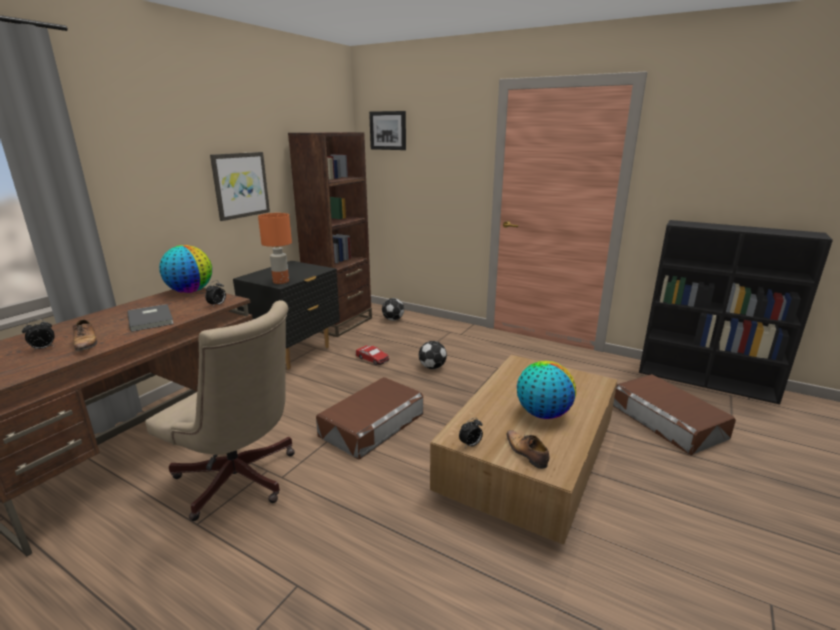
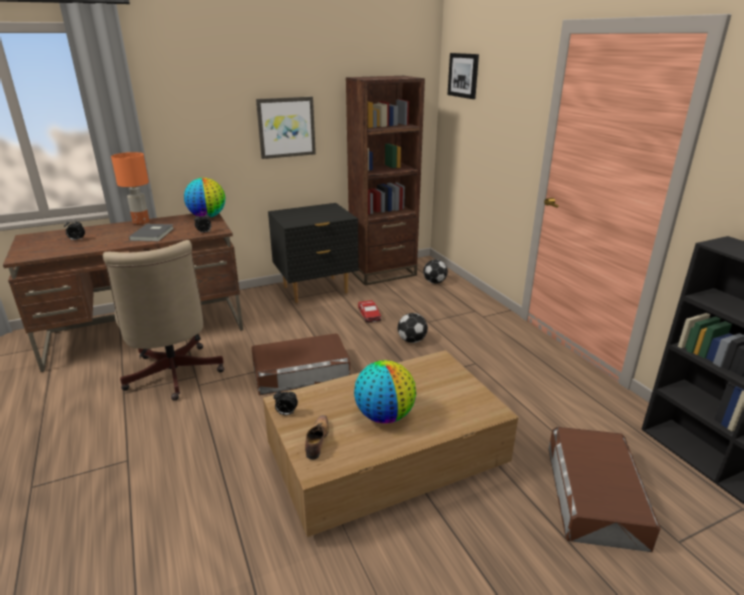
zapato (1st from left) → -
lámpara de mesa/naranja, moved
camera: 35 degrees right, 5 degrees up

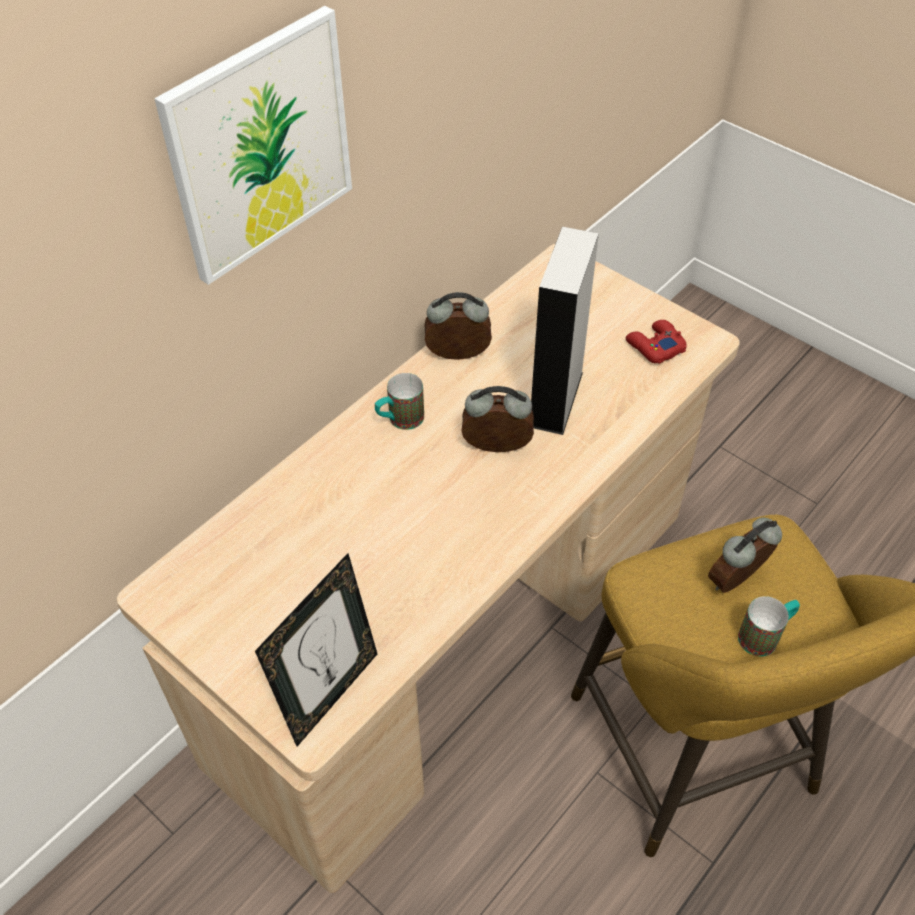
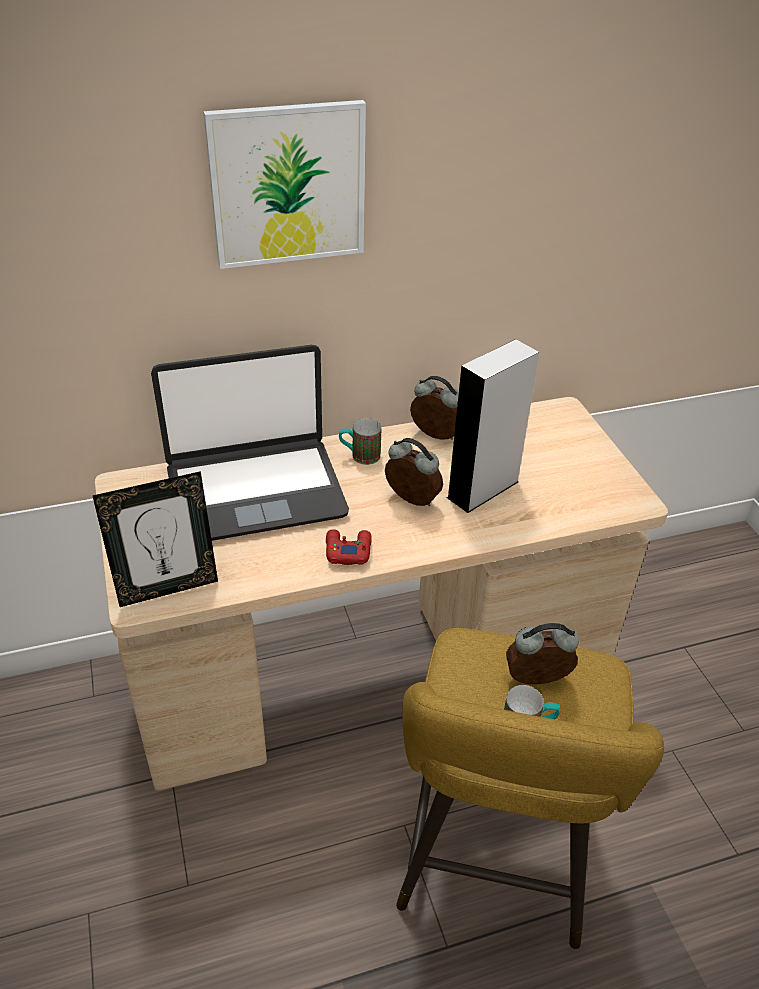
mando de consola/rojo, moved
- → portátil
camera: 30 degrees right, 10 degrees down

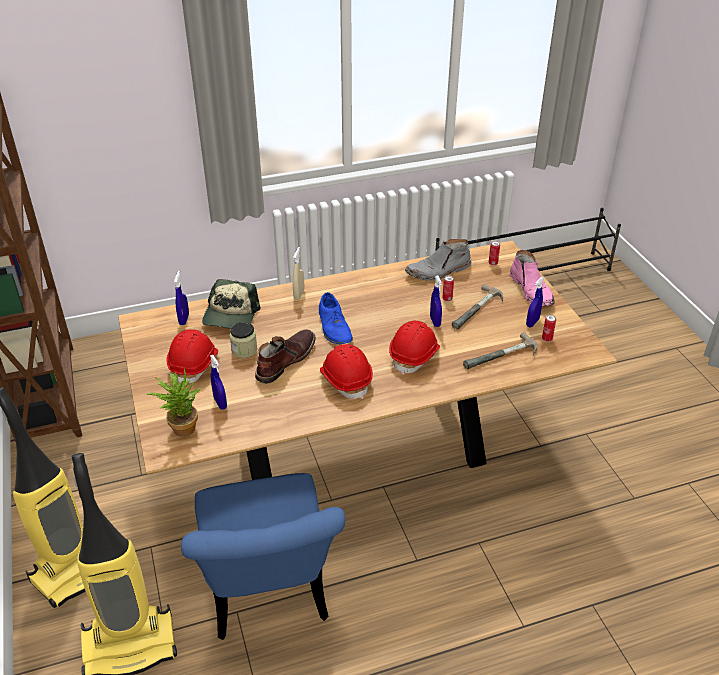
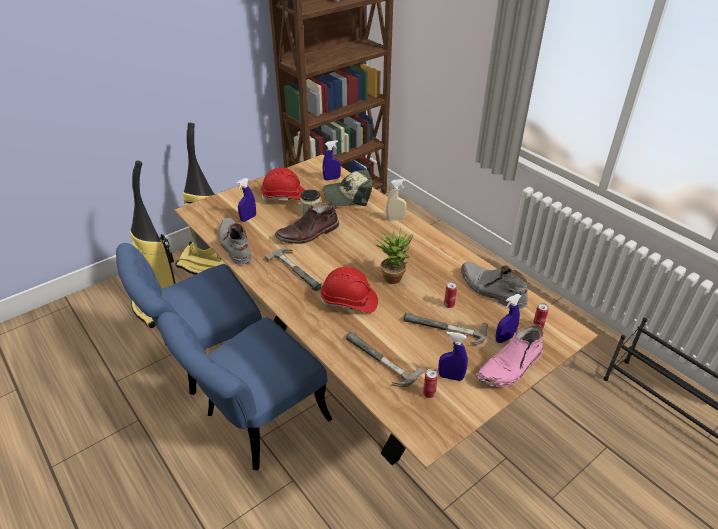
planta en maceta, moved
bota/marrón, 135 degrees clockwise
zapato/azul → -
casco/rojo (2nd from left) → martillo (1st from left)
pulverizador/azul (3rd from left in the first image) → pulverizador/azul (4th from left), moved
- → silla/azul (2nd from left)
- → bota/gris (1st from left)
camera: 70 degrees right, 0 degrees up

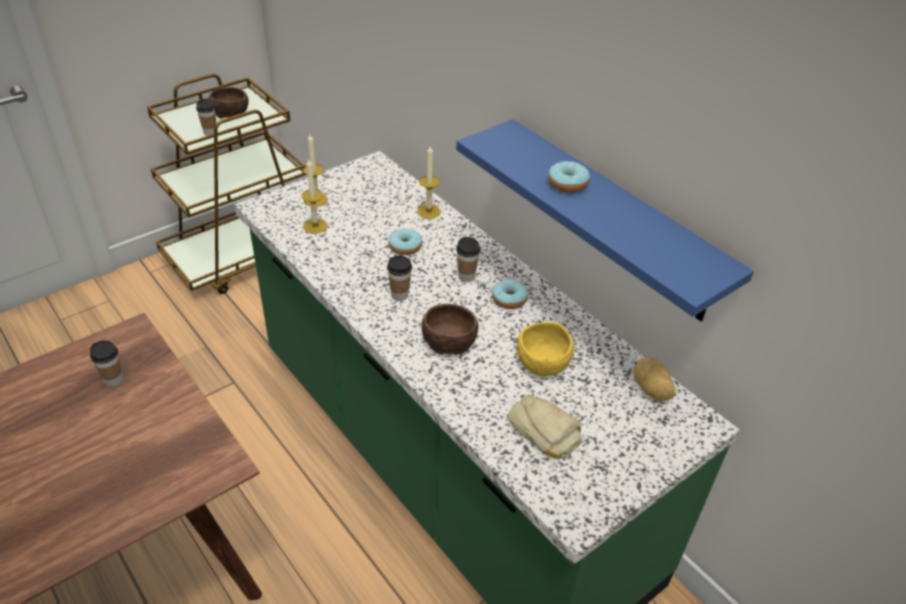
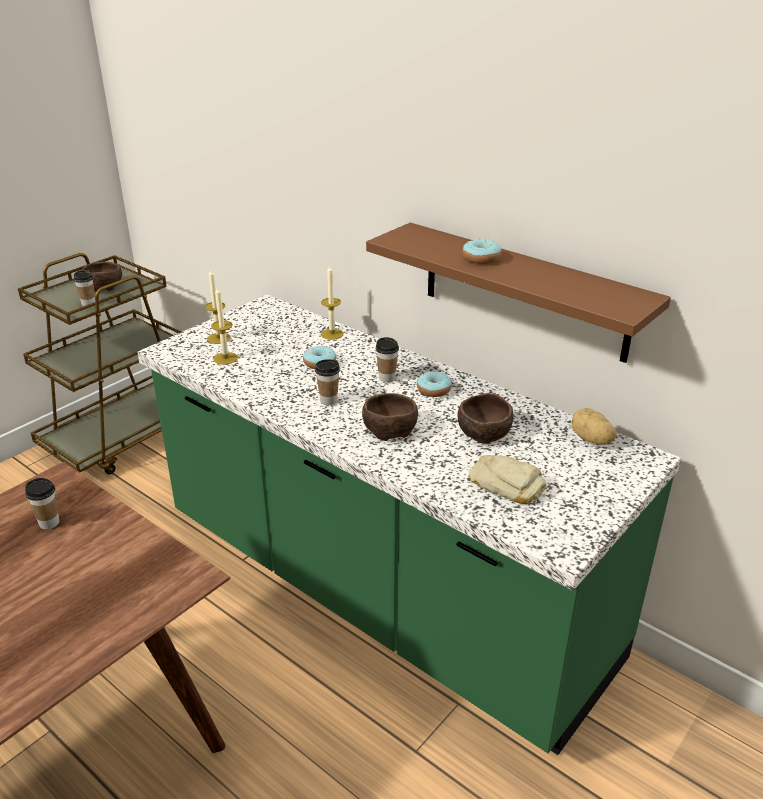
estante/azul → estante/marrón
cuenco/amarillo → cuenco/marrón (3rd from left)
camera: 10 degrees left, 10 degrees down

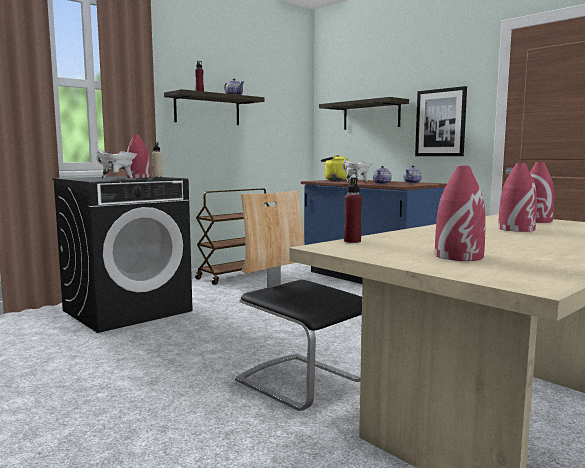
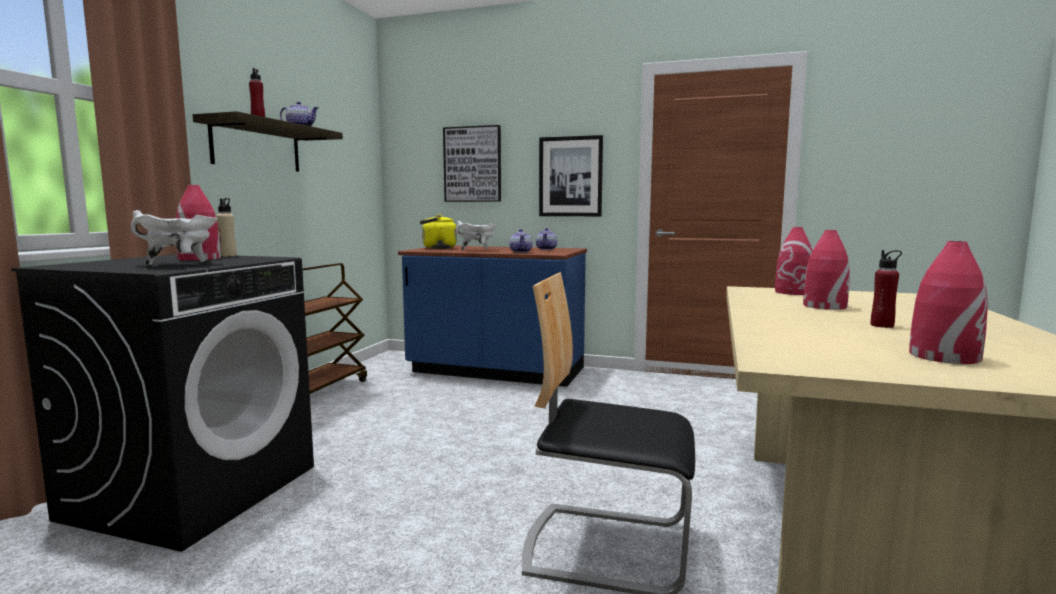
estante (2nd from left) → cuadro (1st from left)
botella/rojo (2nd from left), moved
camera: 30 degrees left, 0 degrees up

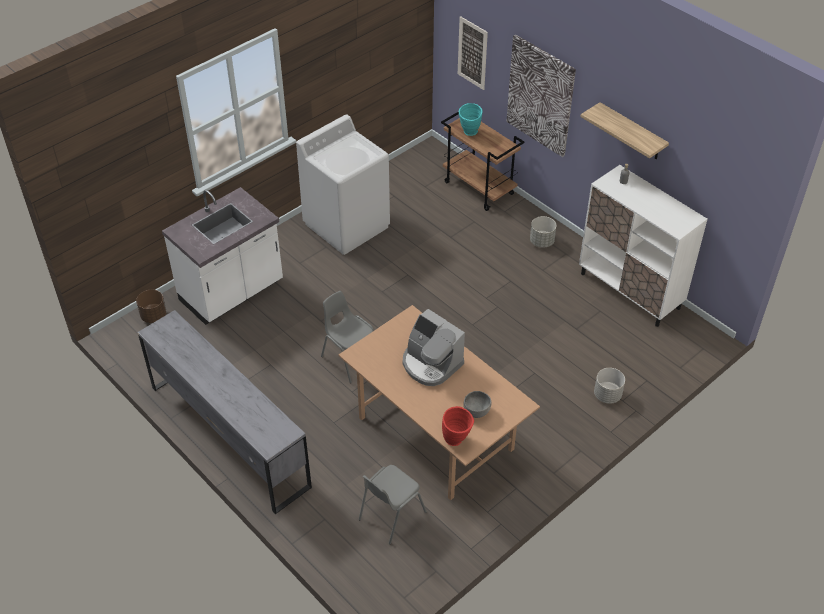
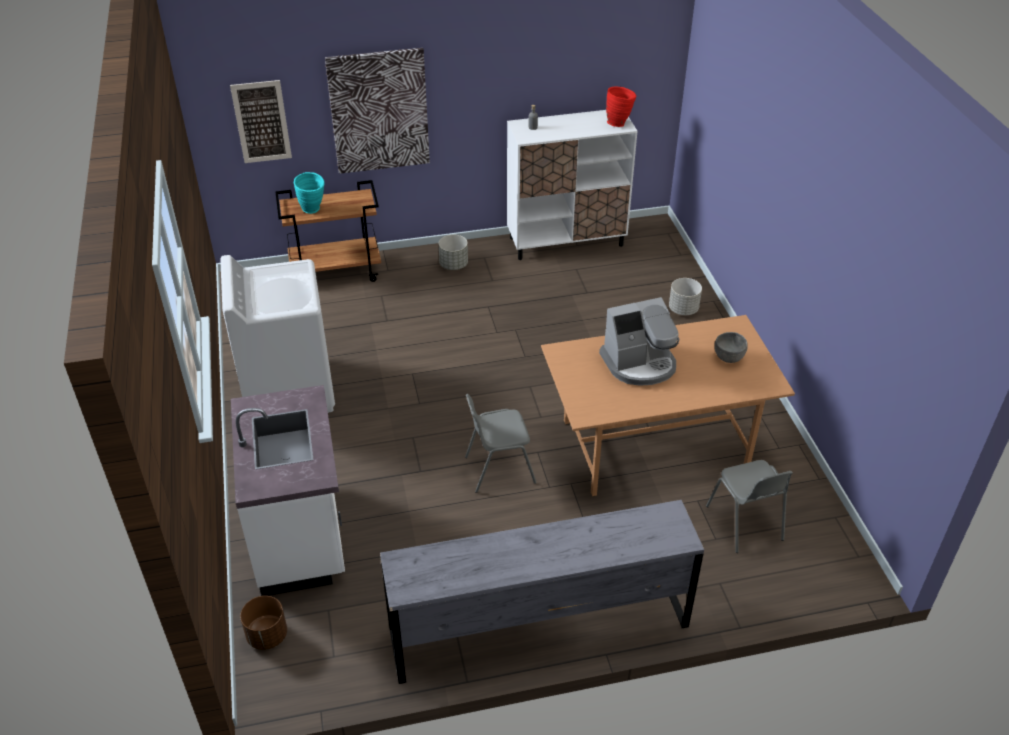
florero/rojo, moved
estante → -
camera: 60 degrees left, 5 degrees down

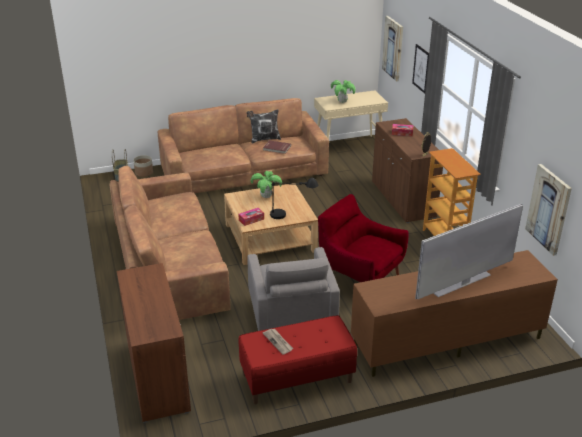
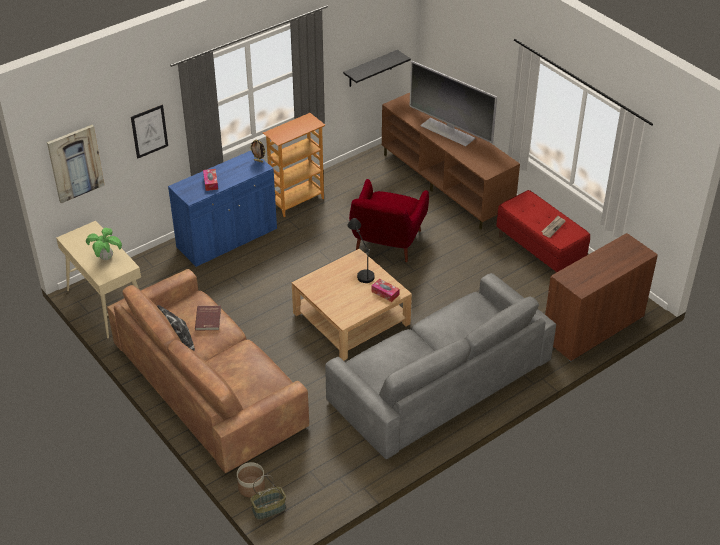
sofá/marrón (1st from left) → sofá/gris
sillón/gris → -
planta en maceta (1st from left) → -
armario/marrón (2nd from left) → armario/azul
cuadro (3rd from left) → estante/negro
camera: 110 degrees left, 10 degrees up

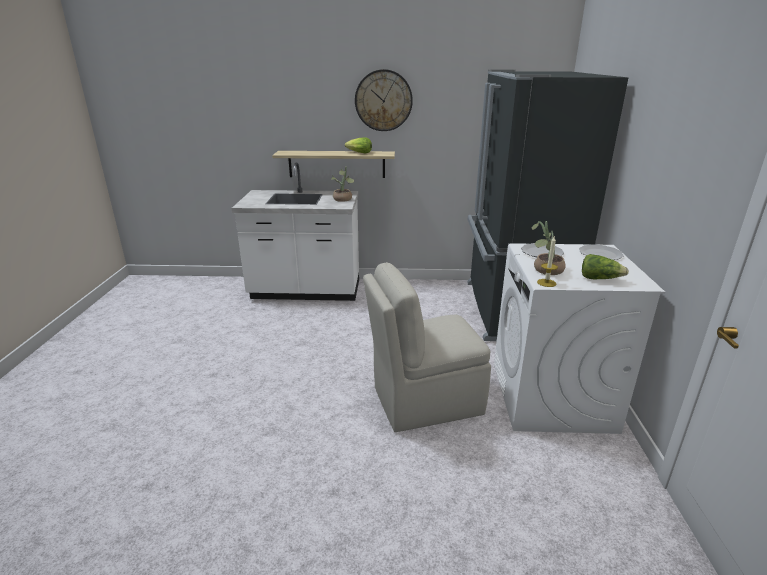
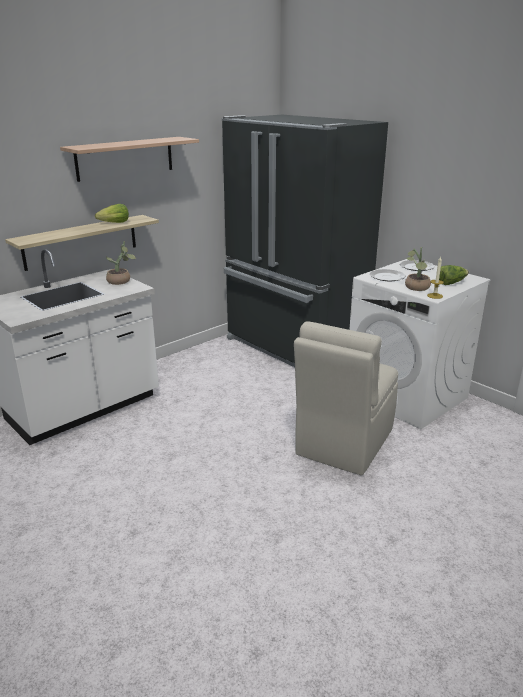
reloj de pared → estante (2nd from left)
camera: 45 degrees left, 0 degrees up

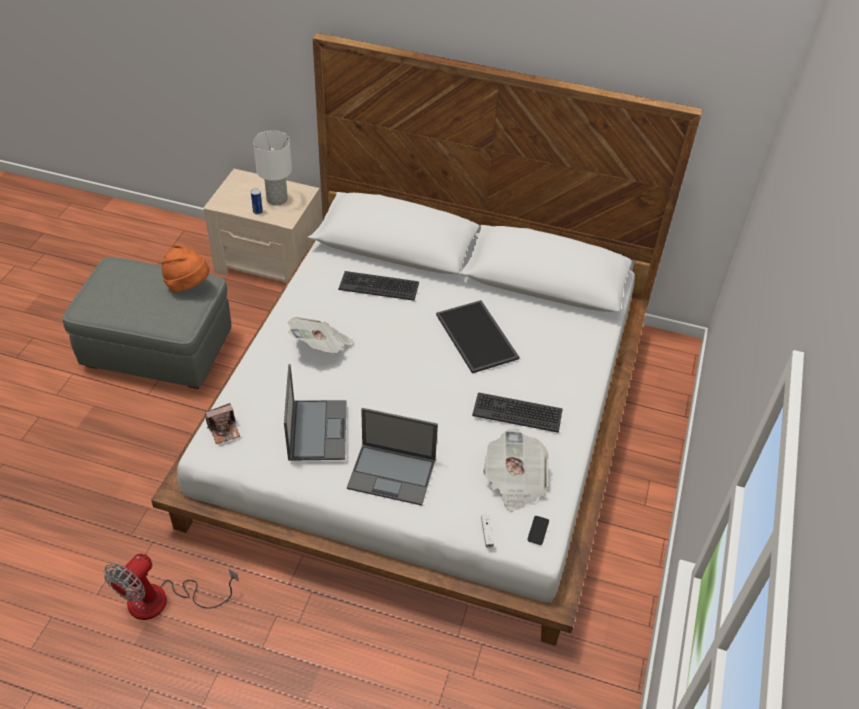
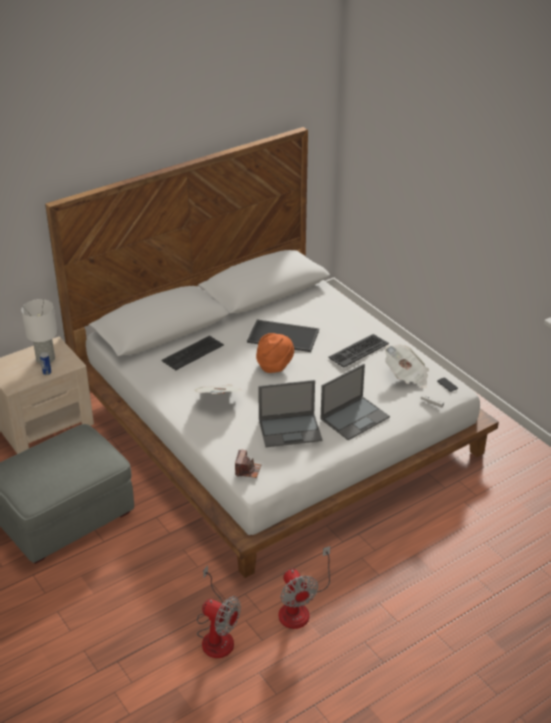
sombrero/naranja, moved
portátil (1st from left), 135 degrees clockwise
- → ventilador (1st from left)
camera: 50 degrees left, 10 degrees down

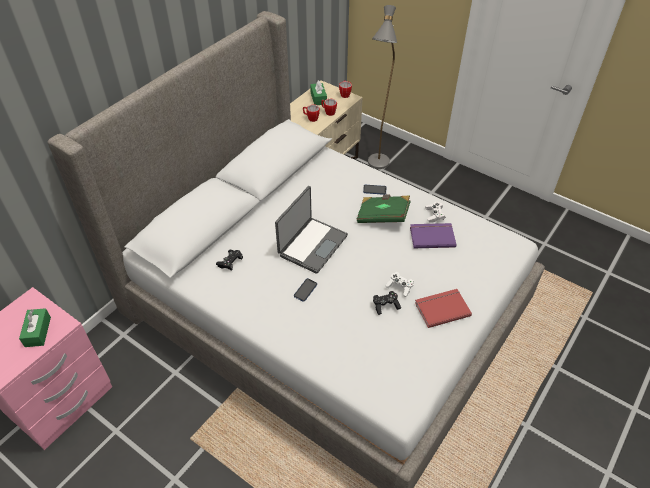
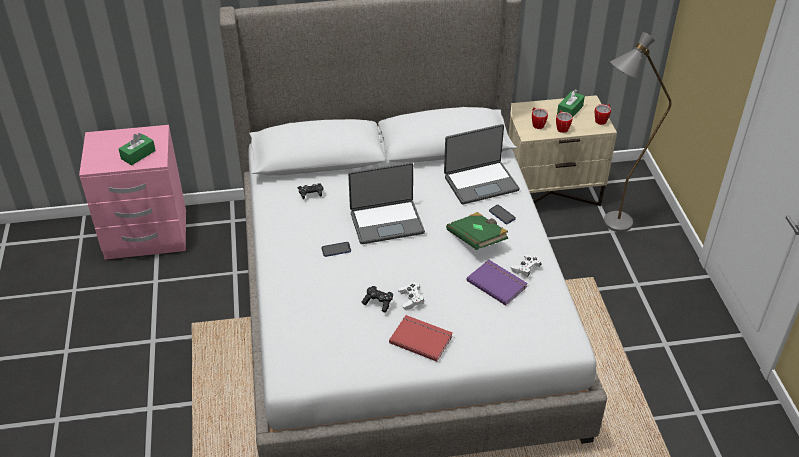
- → portátil (2nd from left)
camera: 45 degrees right, 5 degrees down

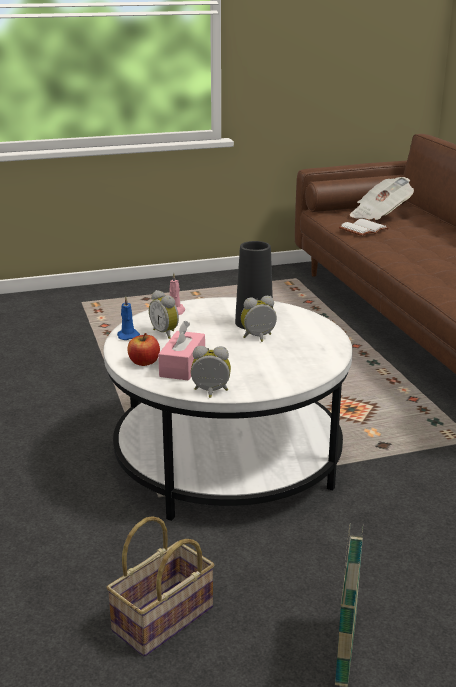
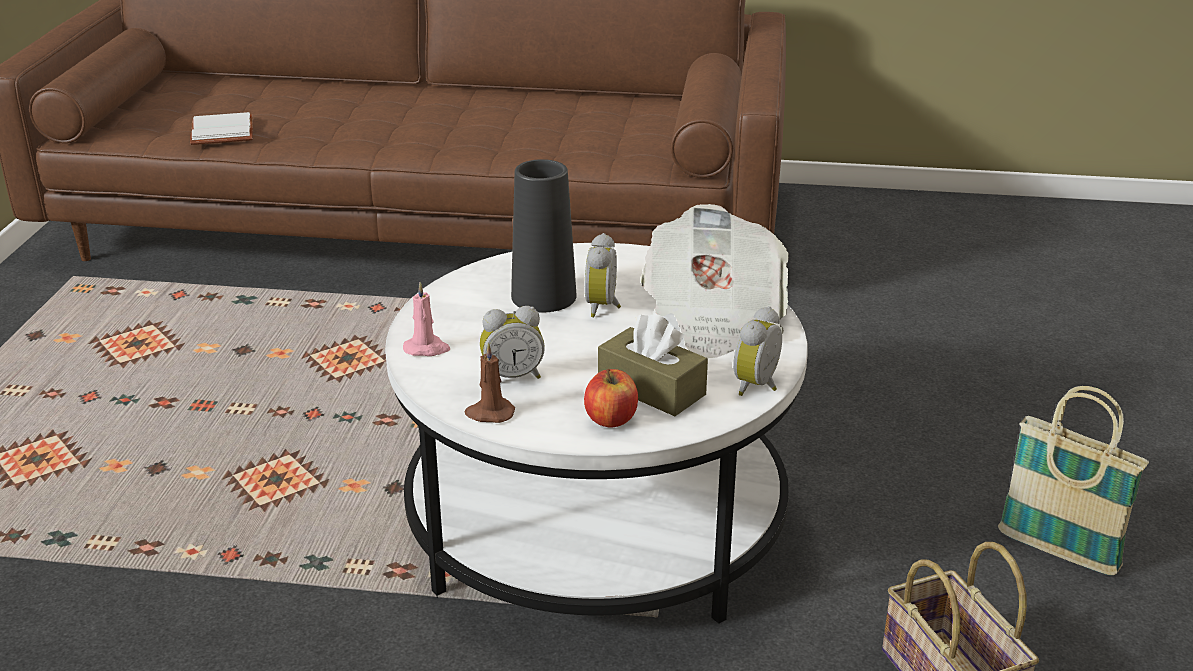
vela/azul → vela/marrón
caja de pañuelos/rosa → caja de pañuelos/marrón
periódico, moved
camera: 65 degrees left, 5 degrees up

